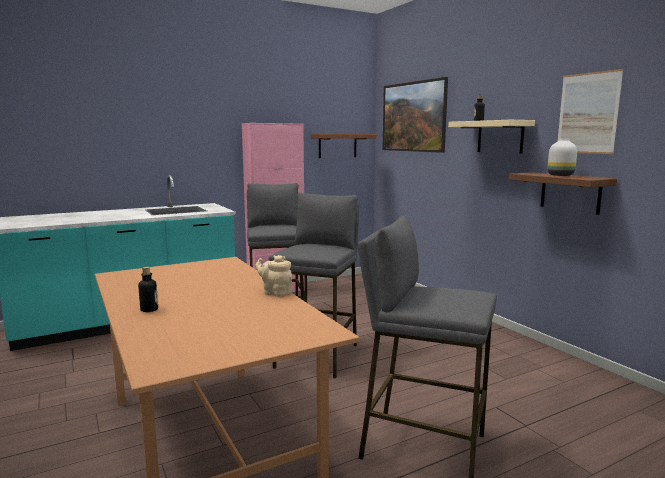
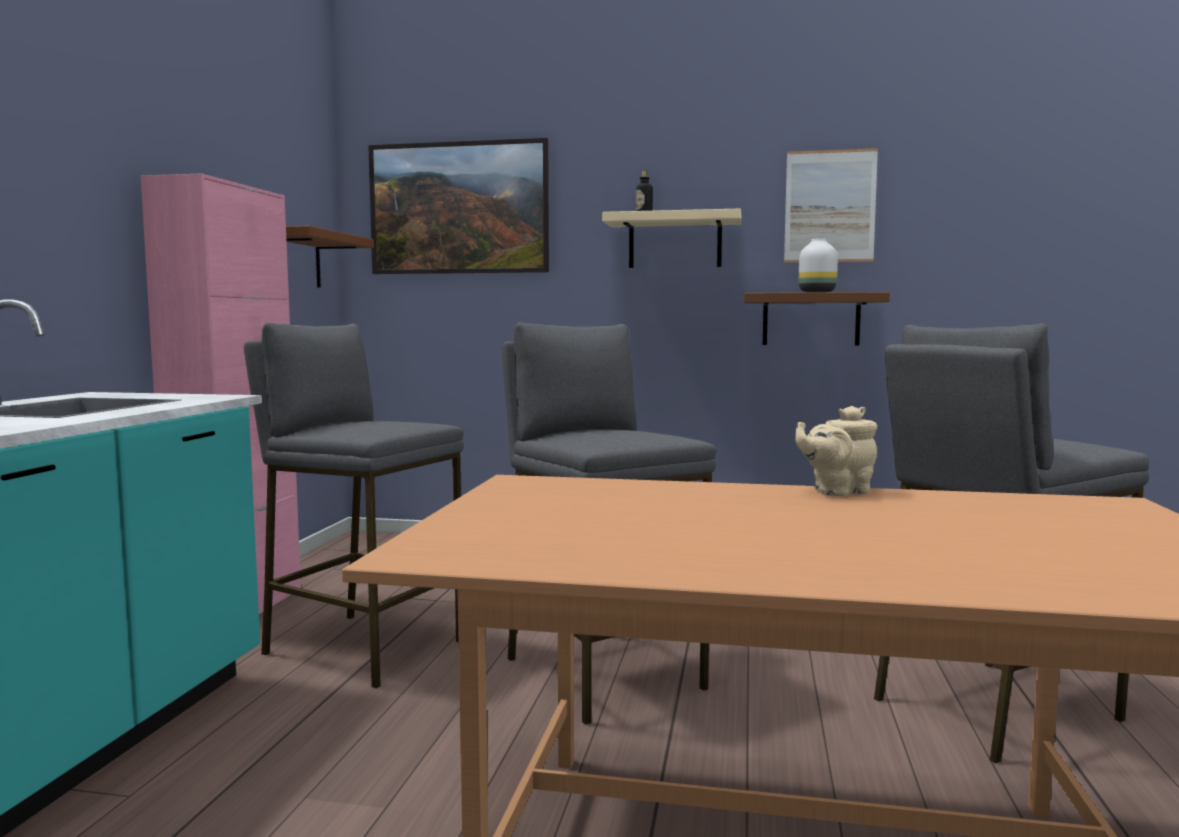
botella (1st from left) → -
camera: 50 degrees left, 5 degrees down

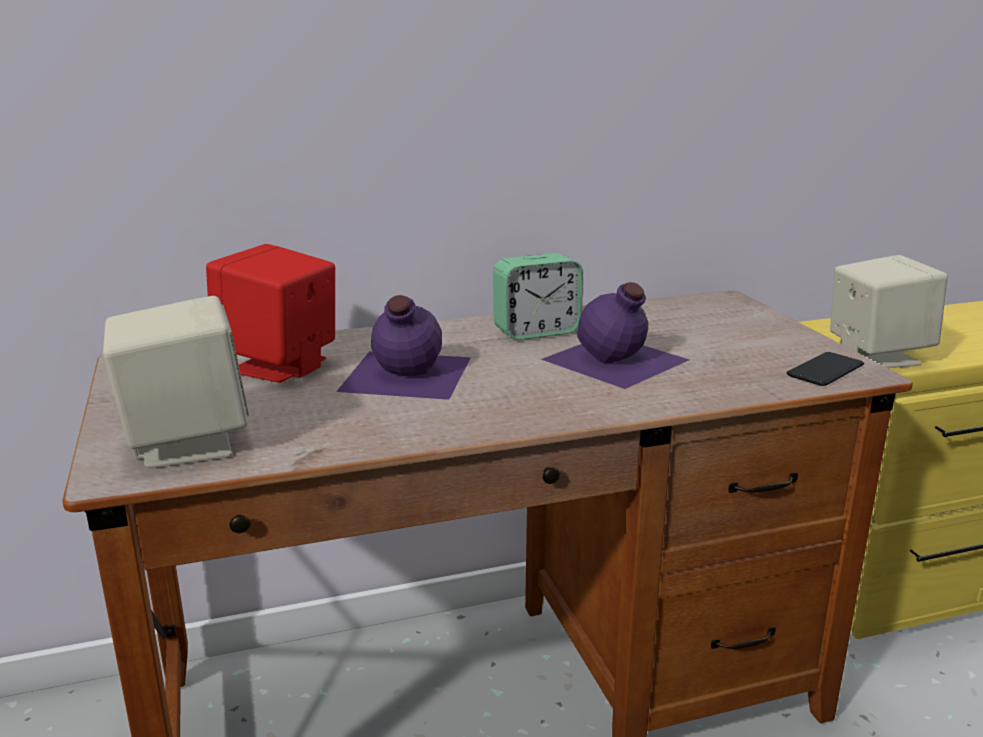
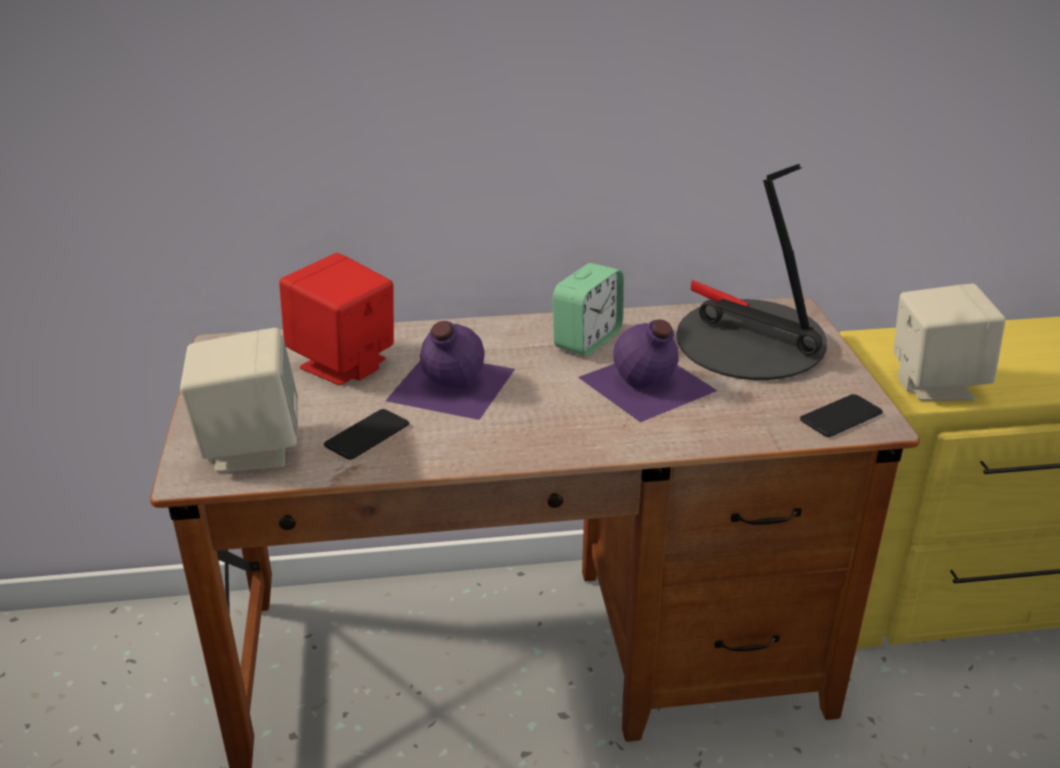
despertador, 45 degrees counterclockwise
- → móvil (1st from left)
- → lámpara de mesa
camera: 10 degrees right, 10 degrees up

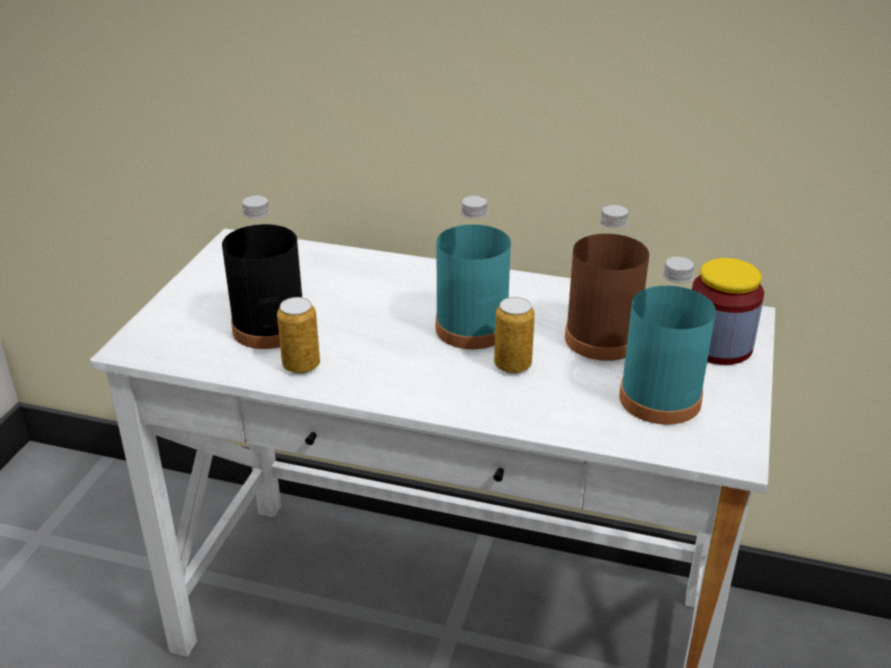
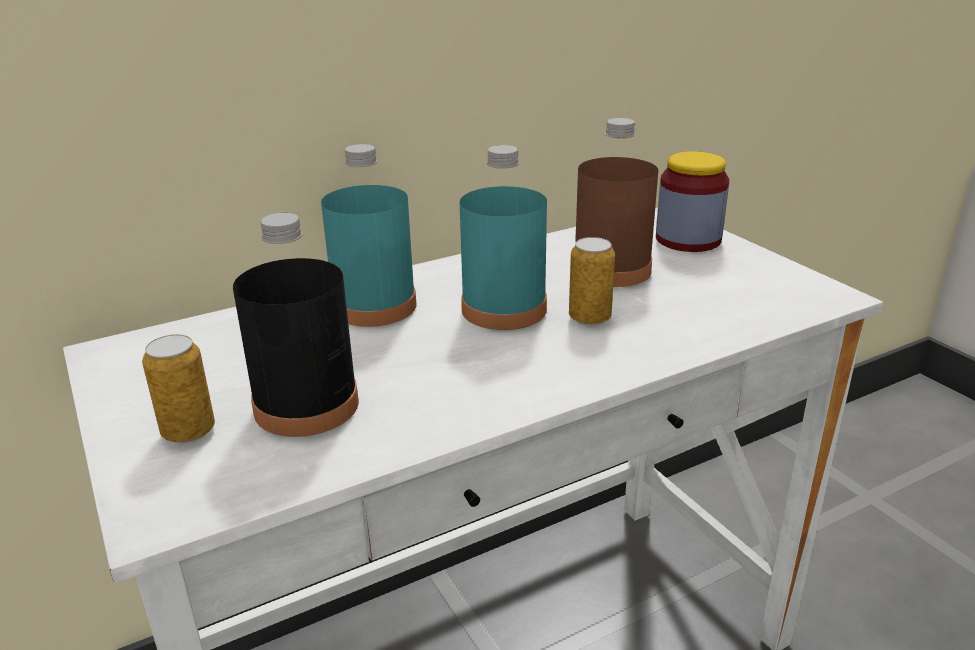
lata (1st from left), moved
botella/turquesa (2nd from left in the first image) → botella/turquesa (1st from left), moved
camera: 45 degrees left, 5 degrees down

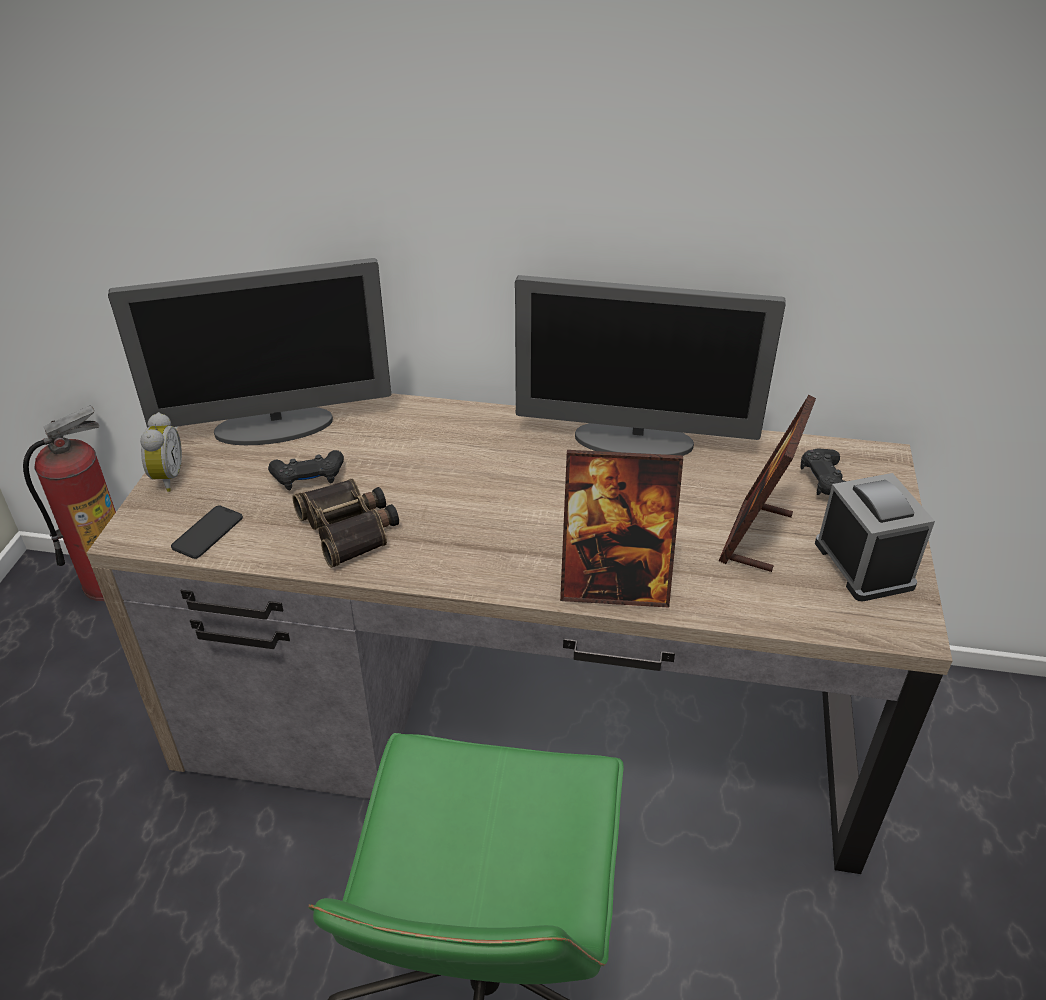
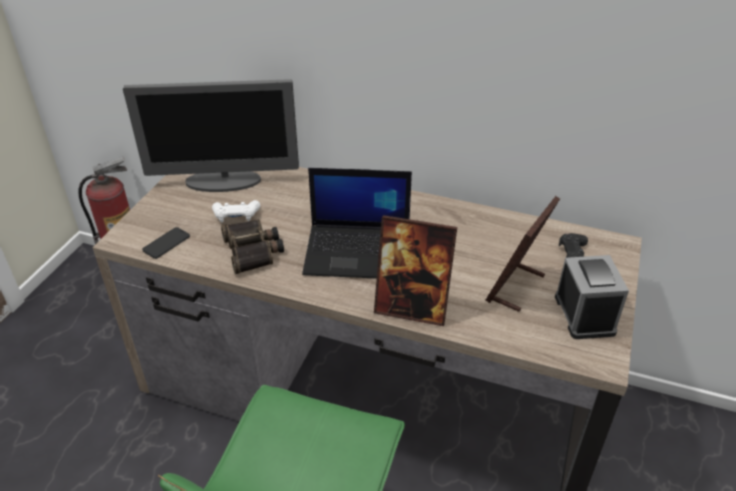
despertador (1st from left) → -
mando de consola/negro (1st from left) → mando de consola/blanco
monitor (2nd from left) → -
- → portátil
camera: 10 degrees right, 0 degrees up

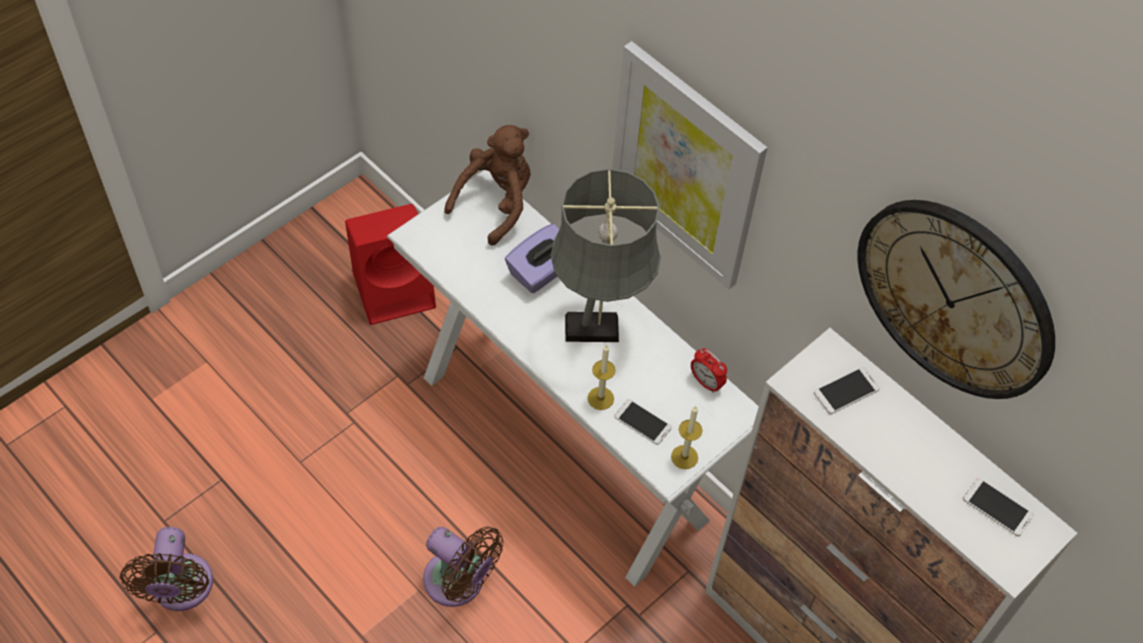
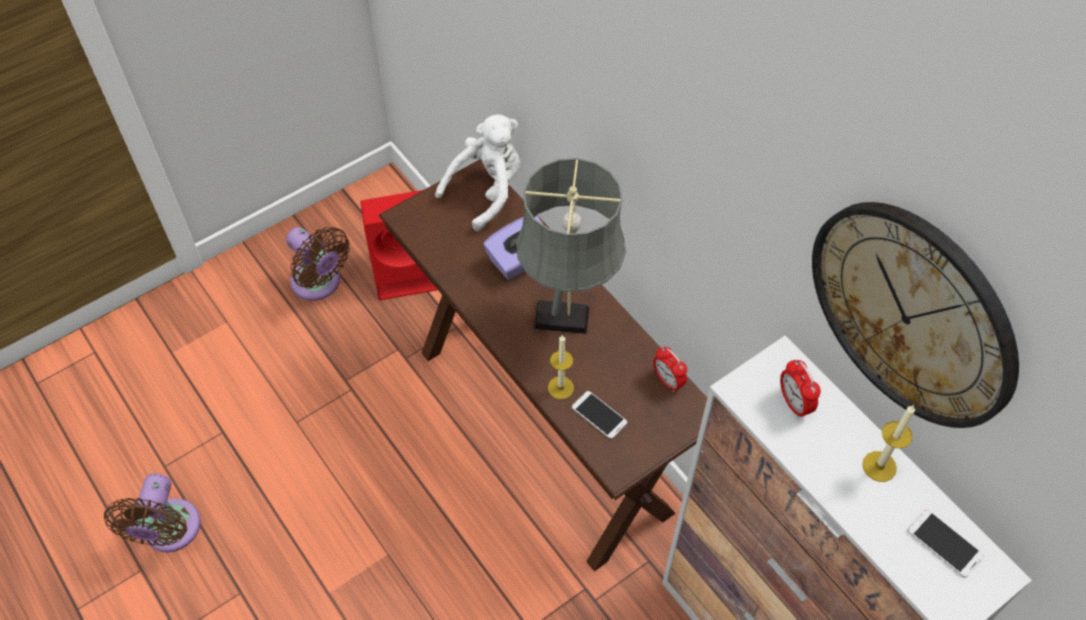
mesa consola/blanco → mesa consola/marrón
ventilador/marrón (2nd from left), moved
peluche/marrón → peluche/blanco
cuadro → -
vela (2nd from left), moved
móvil (2nd from left) → despertador (2nd from left)
camera: 10 degrees right, 0 degrees up

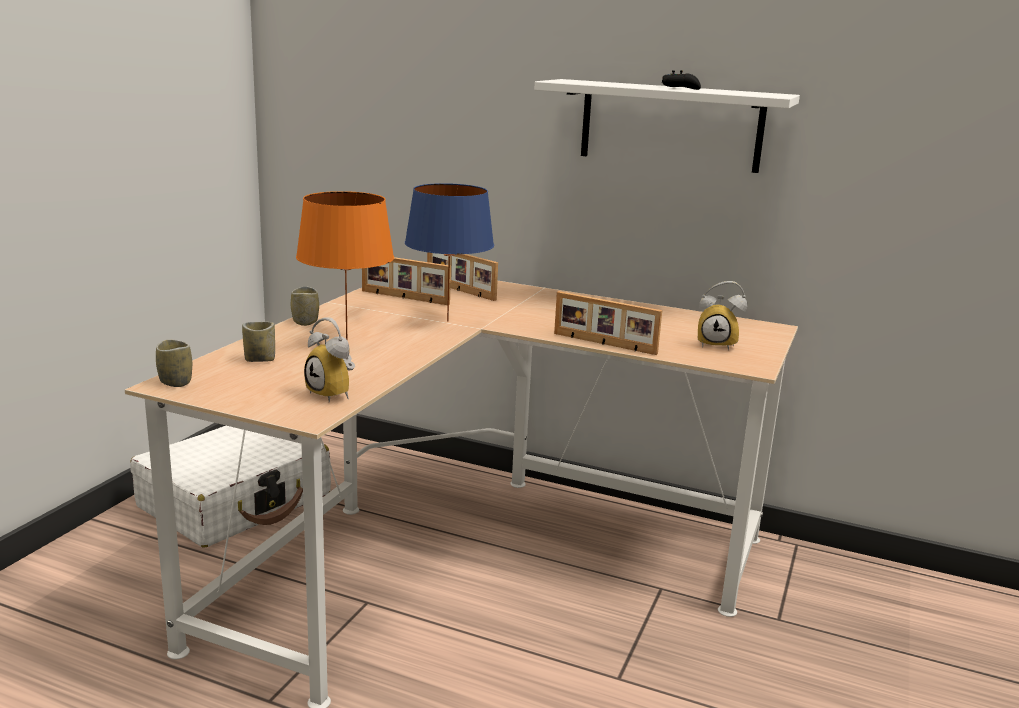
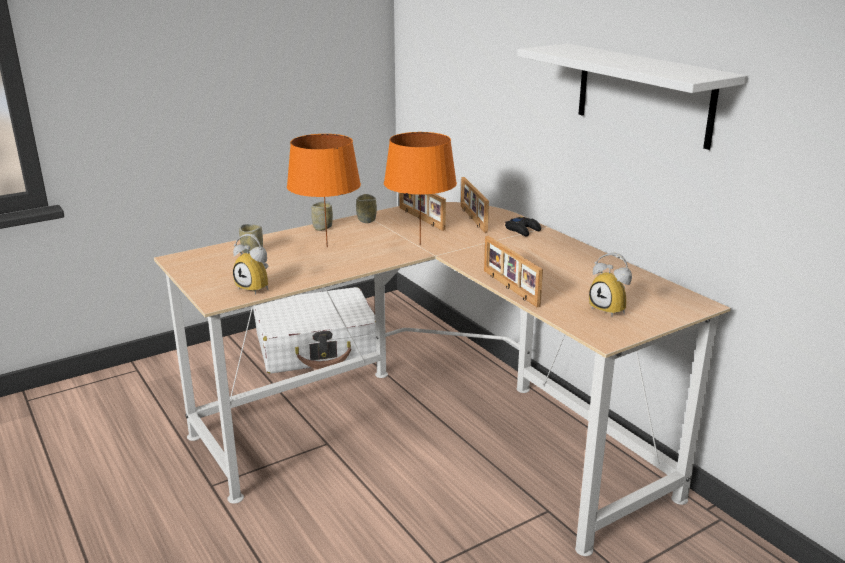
taza (1st from left in the first image) → taza (3rd from left), moved
despertador (1st from left), 45 degrees counterclockwise
lámpara de mesa/azul → lámpara de mesa/naranja (2nd from left)
mando de consola/negro, moved
camera: 35 degrees right, 5 degrees up

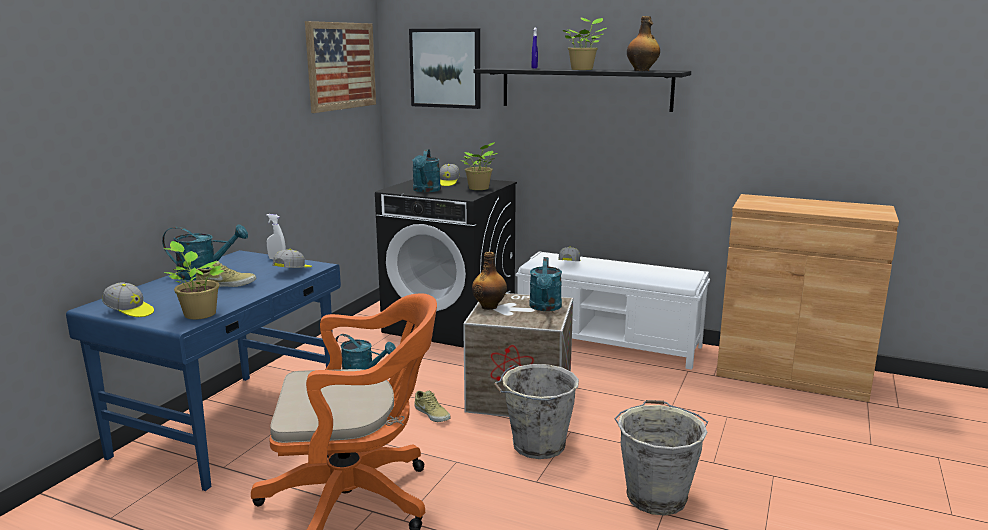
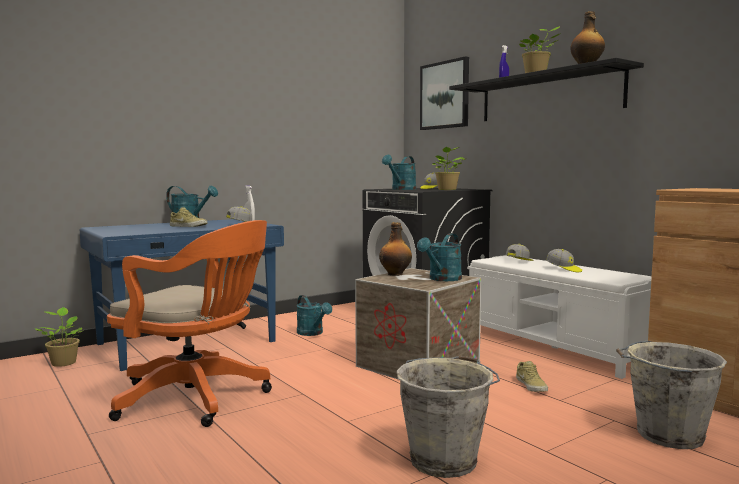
gorra (1st from left in the first image) → gorra (4th from left), moved
planta en maceta (1st from left), moved
cuadro (1st from left) → -
zapato/beis (2nd from left), moved
cubo/gris (1st from left in the first image) → cubo/gris (2nd from left), moved
camera: 30 degrees right, 10 degrees down

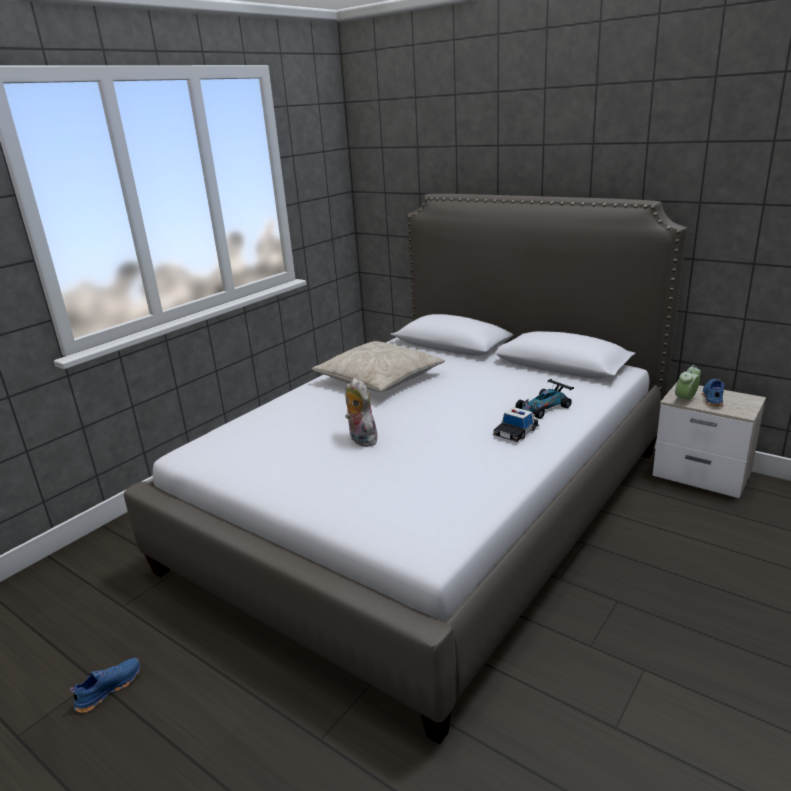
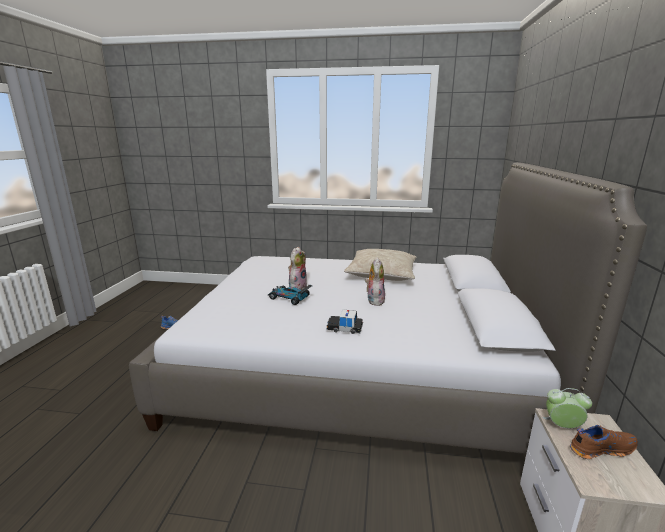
coche de juguete (2nd from left in the first image) → coche de juguete (1st from left), moved
zapato/azul (2nd from left) → zapato/marrón
- → peluche (2nd from left)
camera: 60 degrees right, 5 degrees down

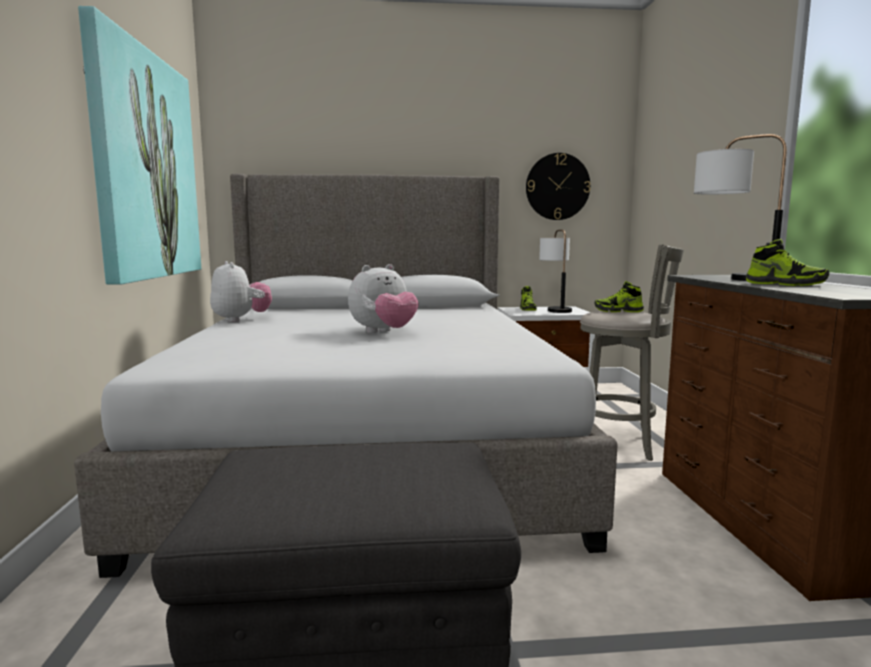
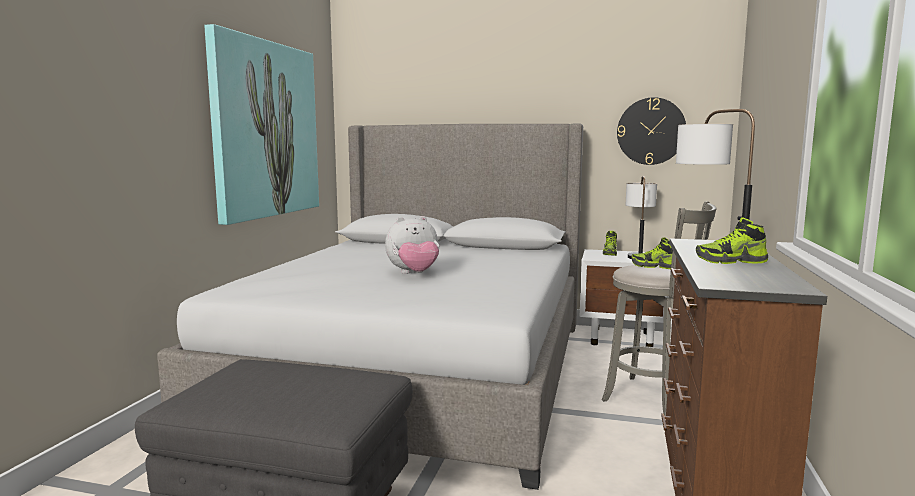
peluche (1st from left) → -
zapato (3rd from left), 120 degrees clockwise
camera: 20 degrees right, 0 degrees up

